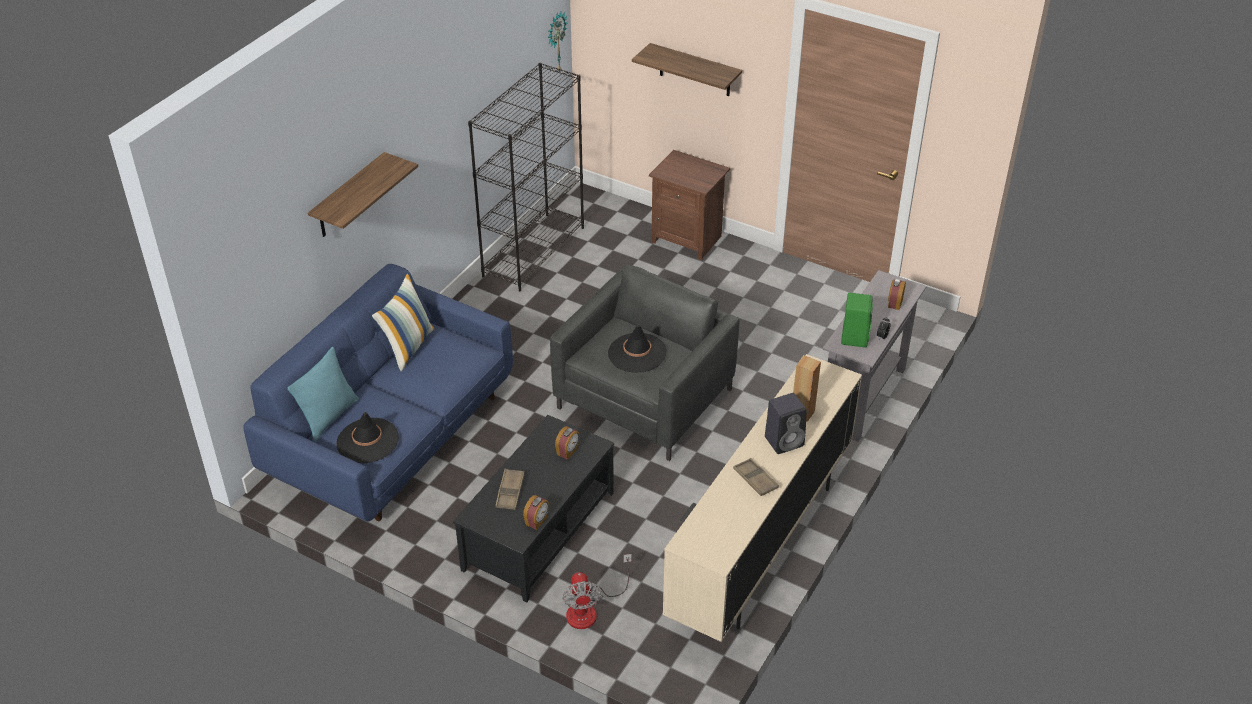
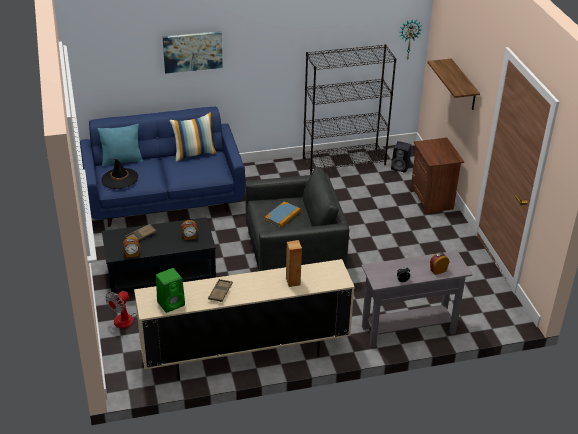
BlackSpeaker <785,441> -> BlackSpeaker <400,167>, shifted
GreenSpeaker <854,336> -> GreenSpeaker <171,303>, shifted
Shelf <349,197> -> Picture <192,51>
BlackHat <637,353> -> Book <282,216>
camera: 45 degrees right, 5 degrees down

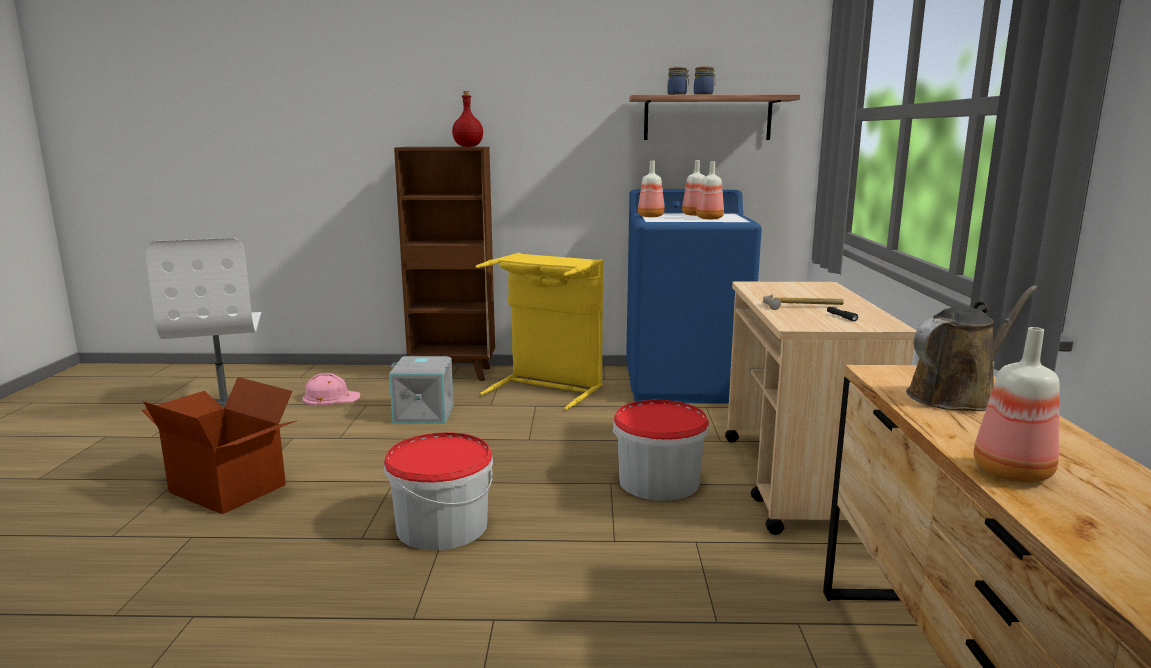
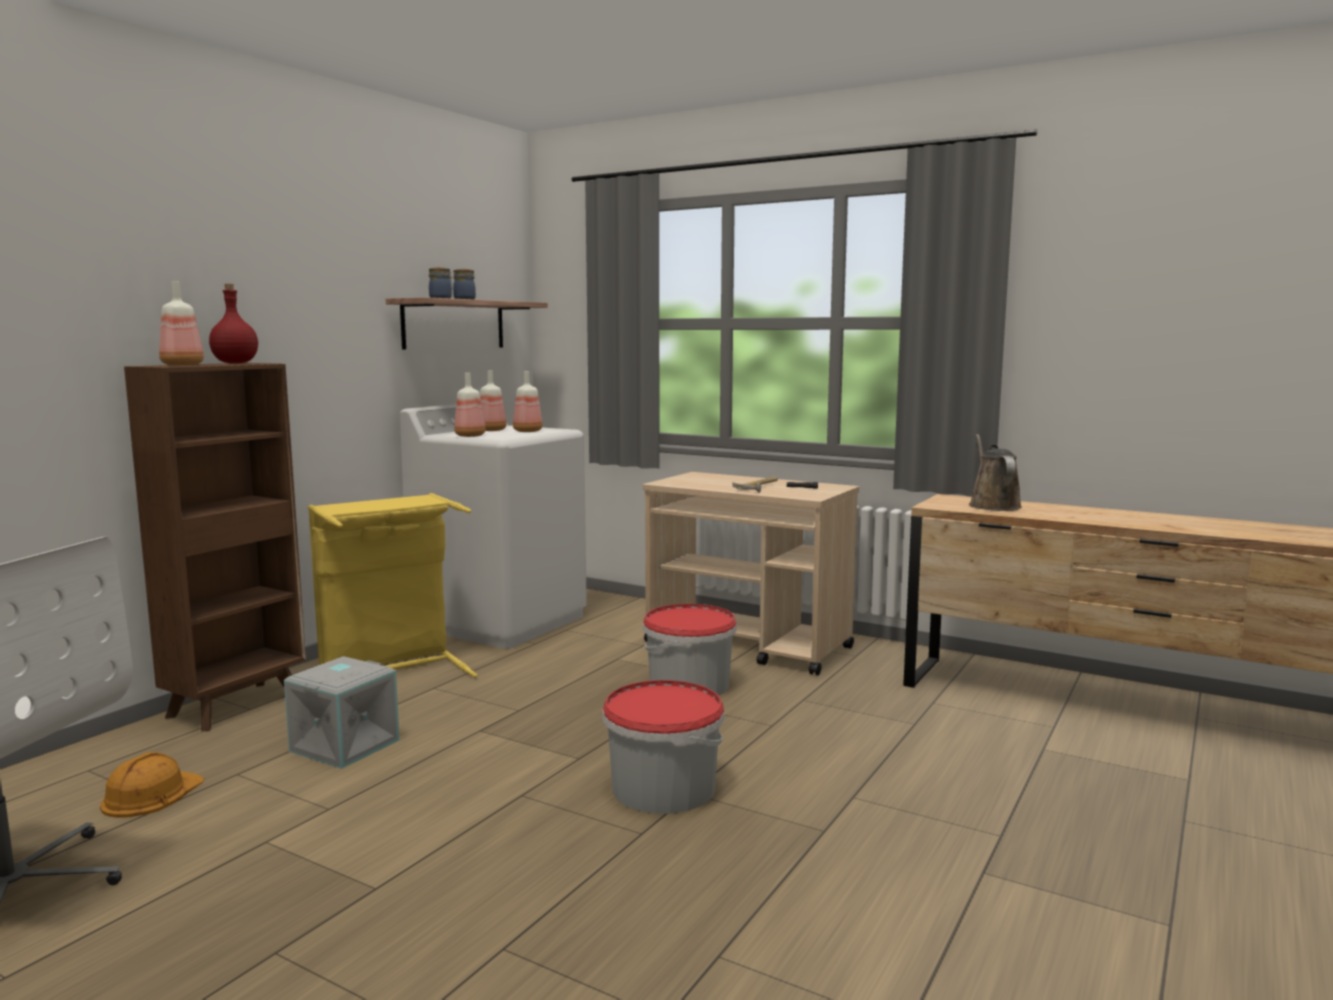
CardboardBox <229,488> -> none
Bottle <1013,473> -> Bottle <183,365>, shifted
PinkHardHat <330,397> -> OrangeHardHat <151,794>
BlueWashingMachine <685,384> -> WhiteWashingMachine <500,621>
camera: 60 degrees left, 5 degrees down

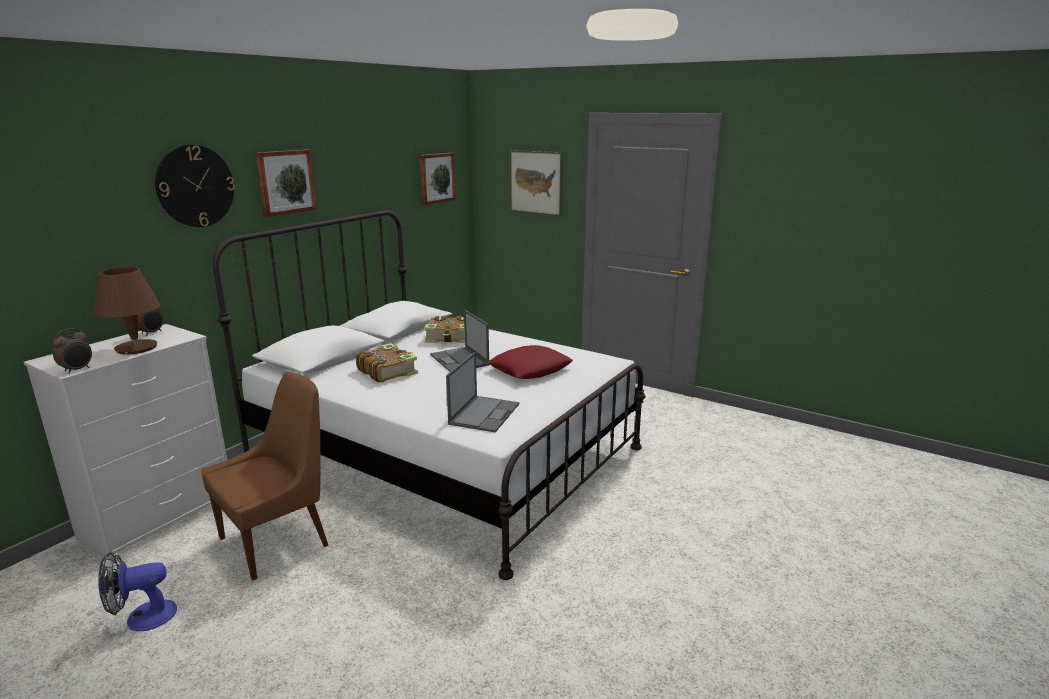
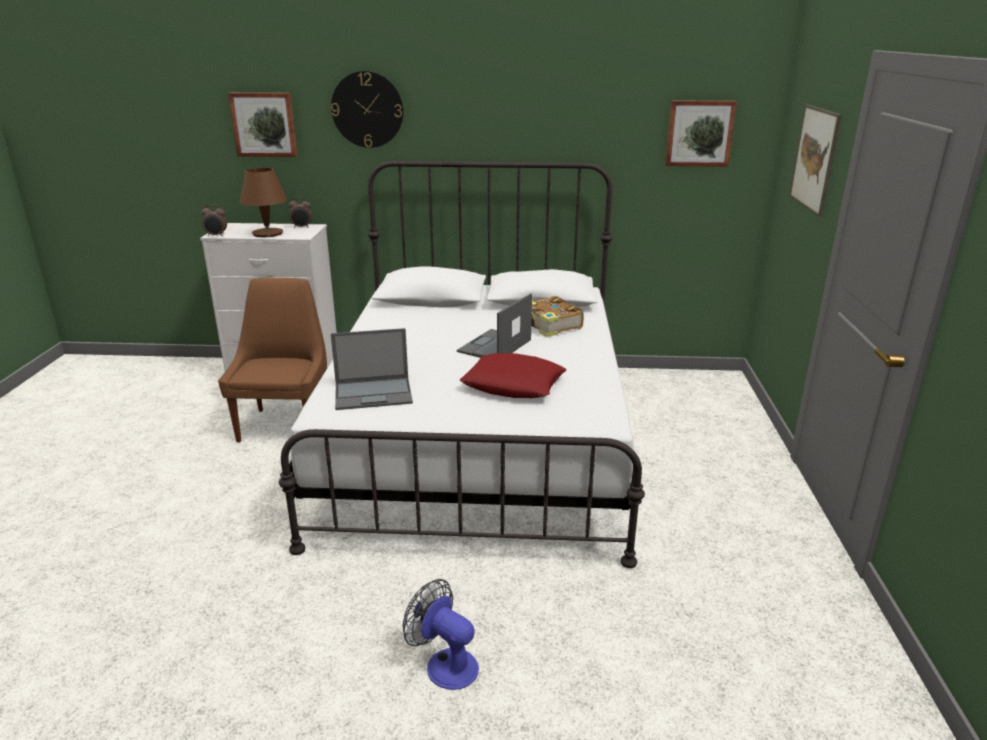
Book <387,371> -> none
Fan <142,618> -> Fan <444,664>, shifted
Picture <285,182> -> Picture <264,124>, shifted
BrownChair <278,540> -> BrownChair <286,424>, 105 degrees counterclockwise
camera: 60 degrees right, 5 degrees up

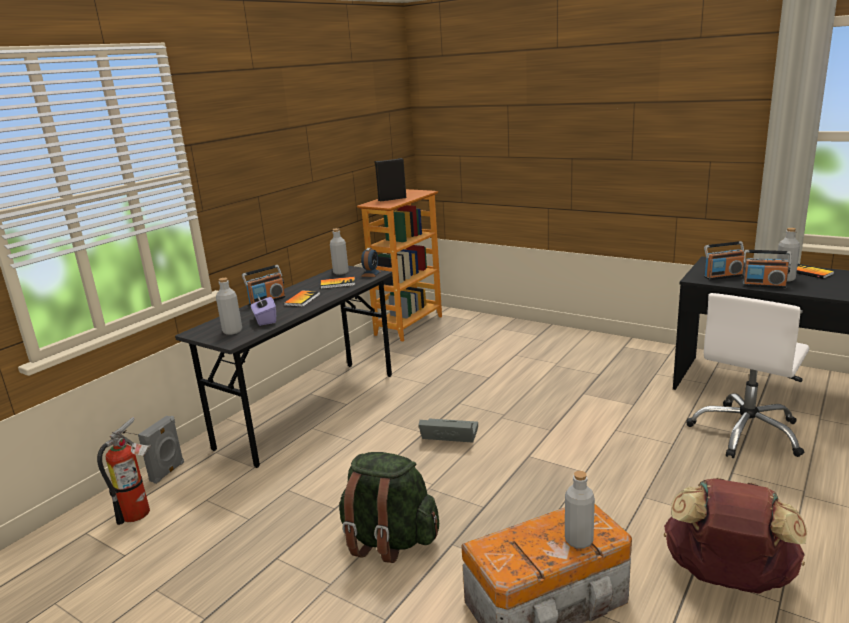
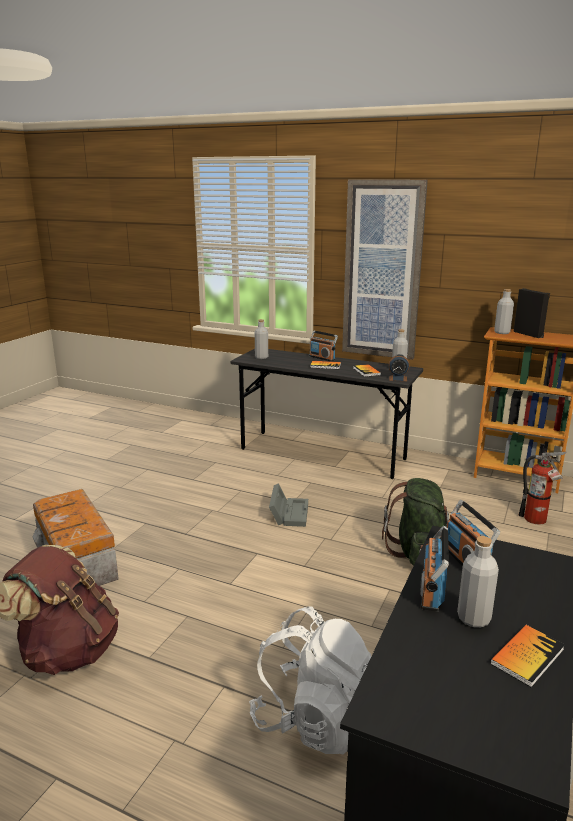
GreySpeaker <168,472> -> none
PurpleTissueBox <265,320> -> none
none -> Picture <382,271>
FireExtinguisher <140,512> -> FireExtinguisher <538,520>, shifted
GreenBackpack <389,540> -> GreenBackpack <418,552>, shifted
GreyBottle <578,540> -> GreyBottle <502,332>, shifted
WhiteOfficeChair <746,432> -> WhiteBackpack <315,719>
camera: 80 degrees right, 0 degrees up

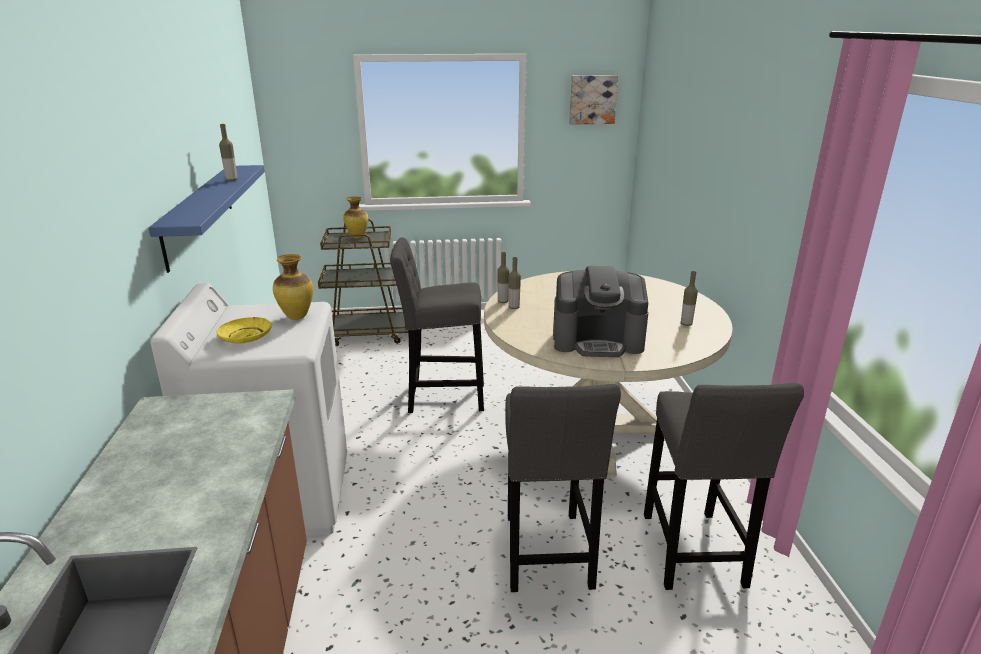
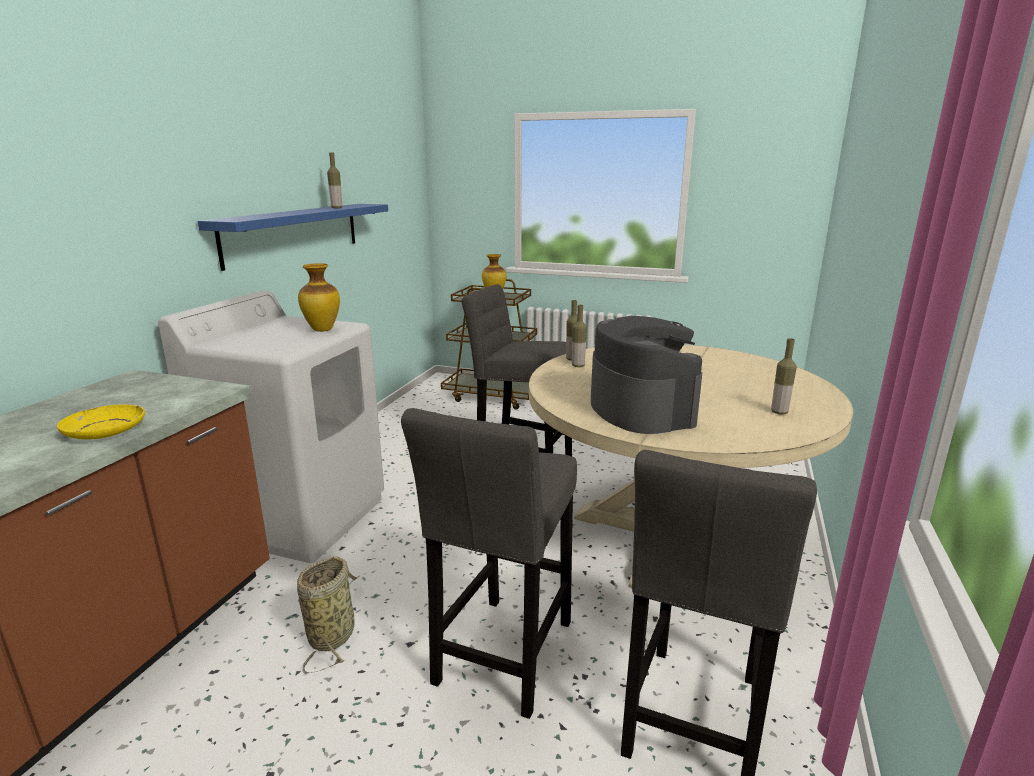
Picture <592,99> -> none
none -> Basket <333,634>
YellowPlate <245,337> -> YellowPlate <104,431>, shifted
CoffeeMachine <598,340> -> CoffeeMachine <640,409>, 135 degrees counterclockwise
camera: 25 degrees right, 5 degrees down

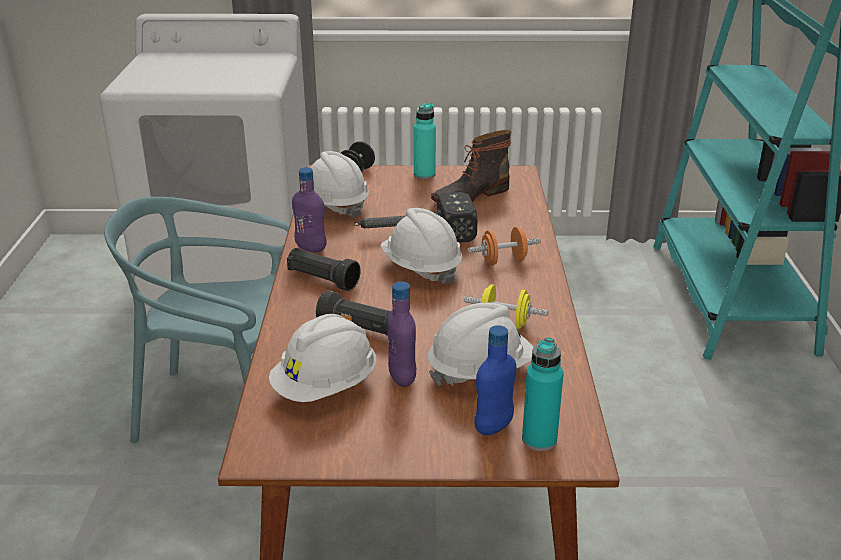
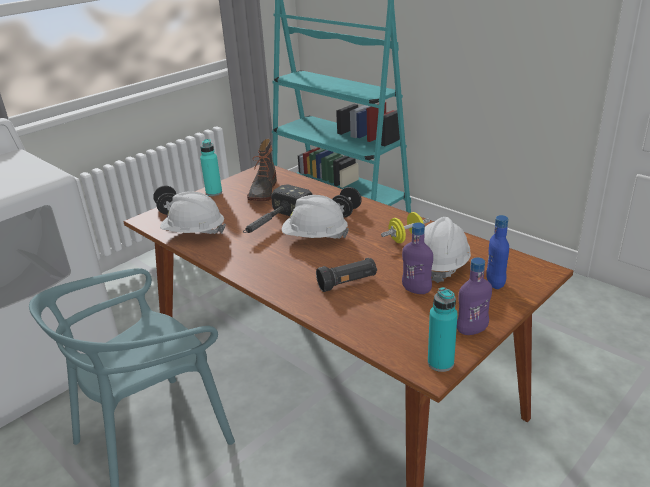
WhiteHardHat <326,387> -> none
BlackFlashlight <322,280> -> none
PurpleBottle <311,248> -> PurpleBottle <472,330>, shifted
TurquoiseBottle <539,440> -> TurquoiseBottle <440,363>, shifted
OrangeDumbbell <503,261> -> BlackDumbbell <346,212>
camera: 45 degrees left, 0 degrees up

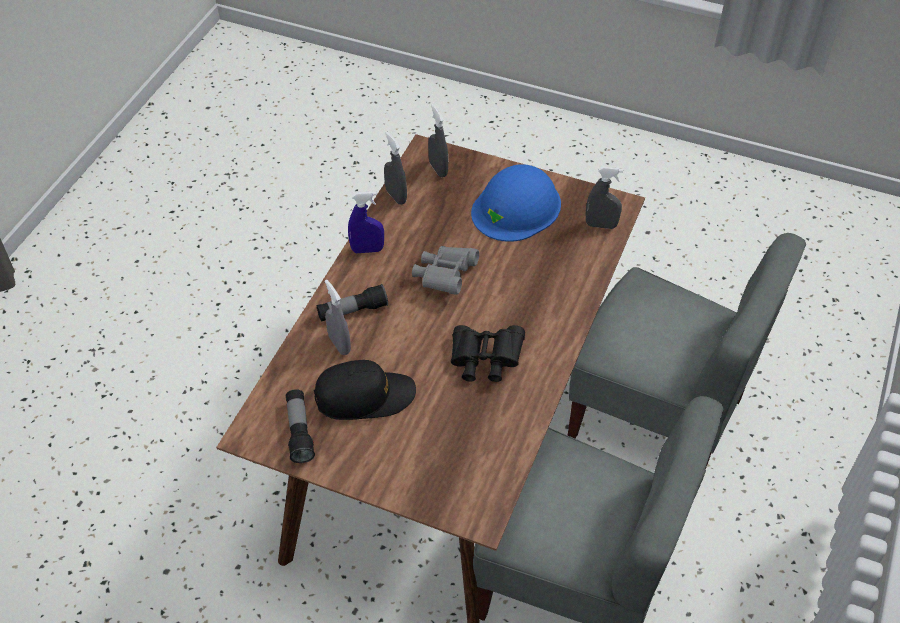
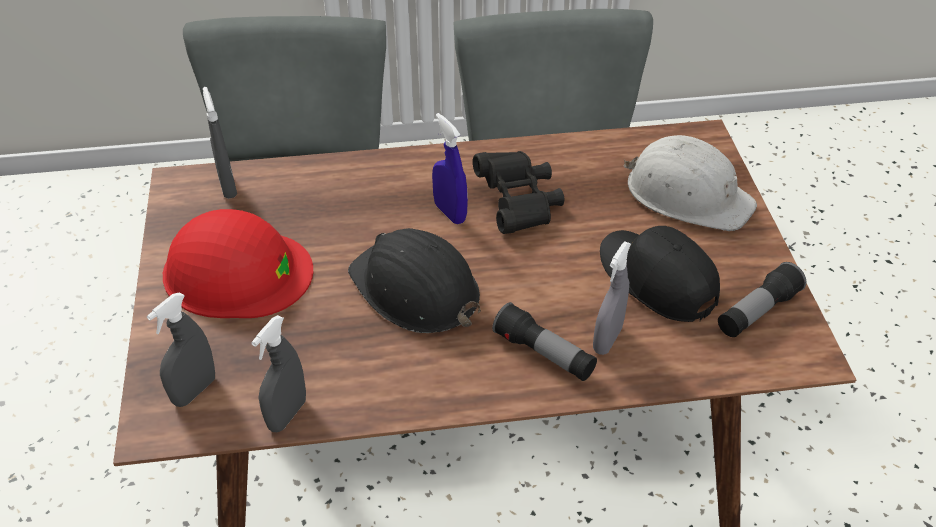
none -> WhiteHardHat <687,194>
BlueSprayBottle <367,250> -> BlueSprayBottle <450,212>, shifted
GreyBinoculars <445,277> -> BlackHardHat <415,289>
BlueHardHat <516,207> -> RedHardHat <237,271>
camera: 120 degrees left, 5 degrees down

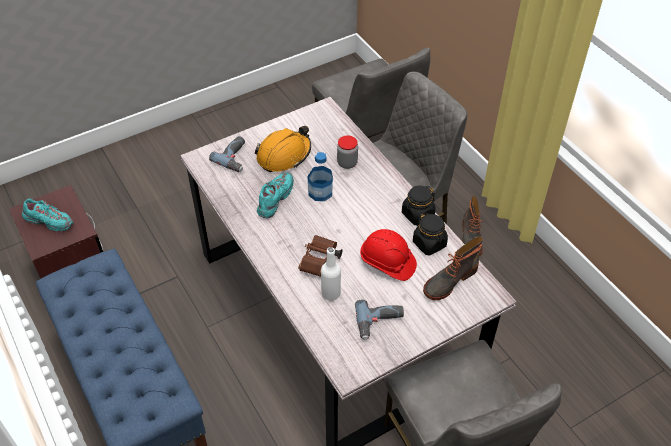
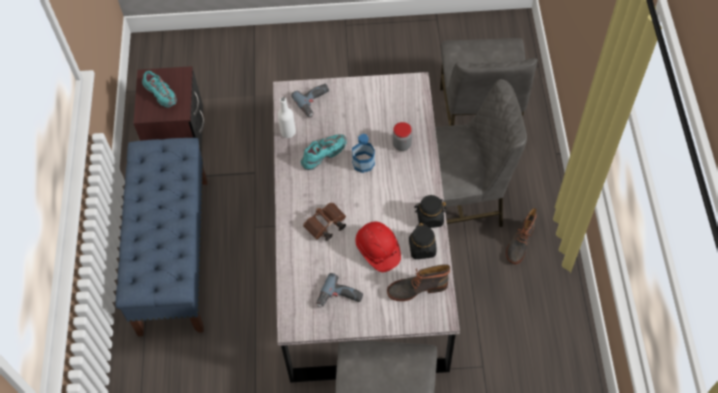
OrangeHardHat <284,155> -> none
WhiteBottle <331,293> -> WhiteBottle <288,132>, shifted
camera: 30 degrees right, 10 degrees up

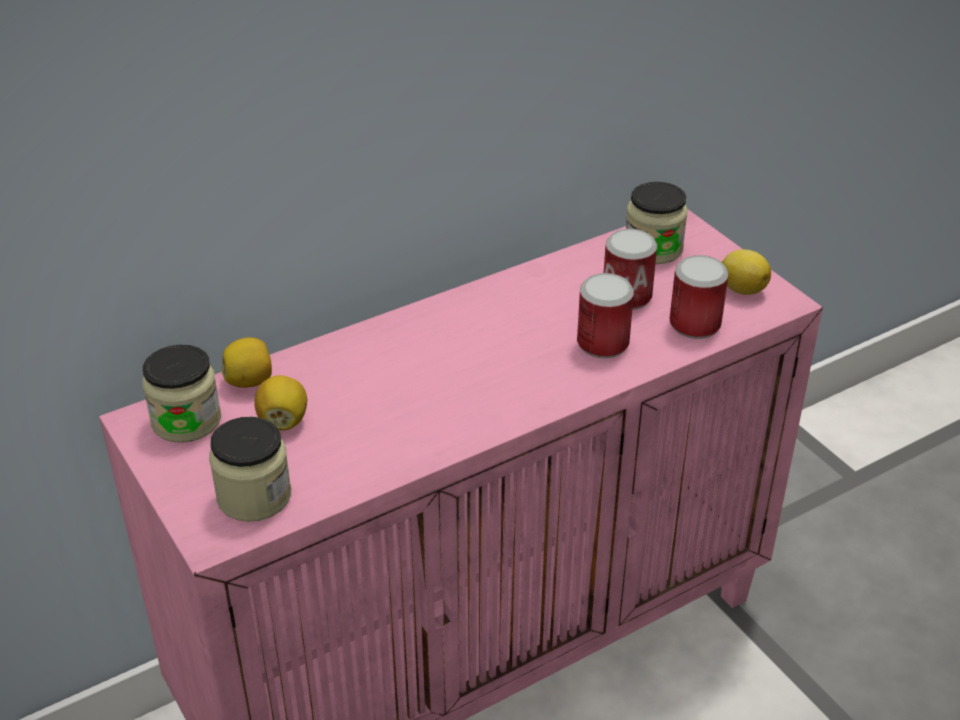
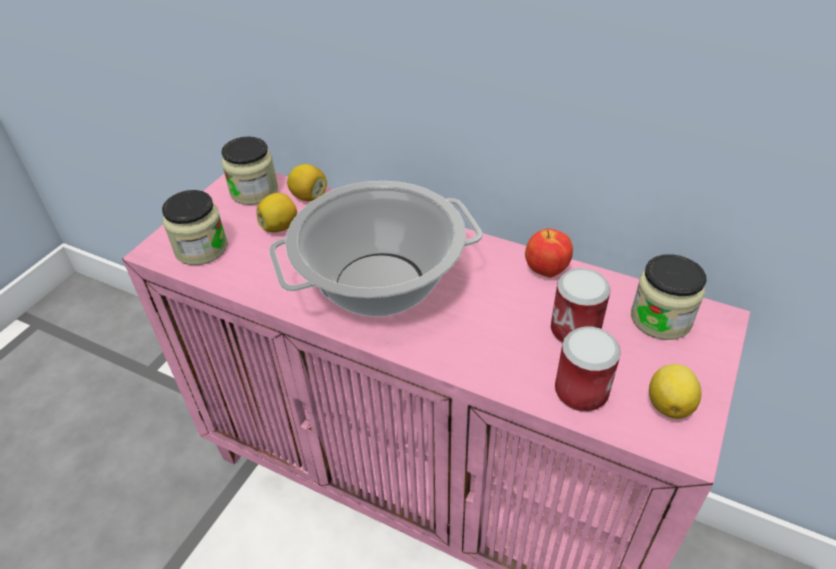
Can <602,343> -> none
none -> CookingPot <380,284>
none -> Apple <545,271>
camera: 60 degrees right, 5 degrees up

